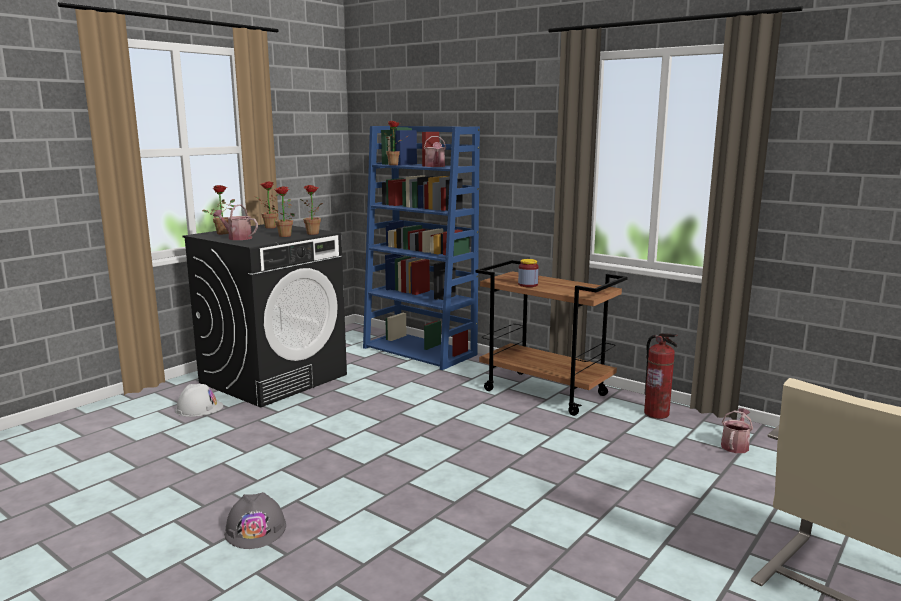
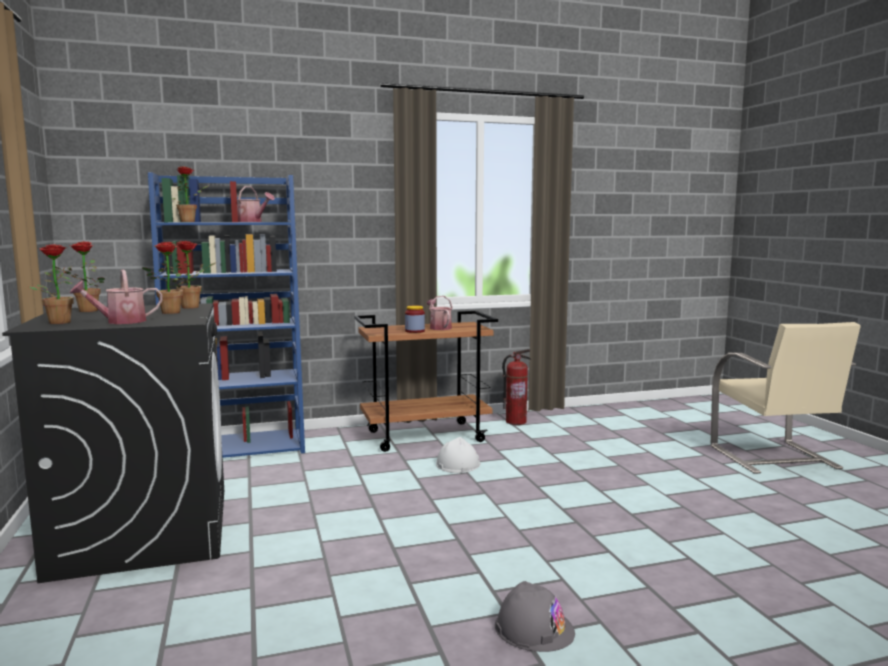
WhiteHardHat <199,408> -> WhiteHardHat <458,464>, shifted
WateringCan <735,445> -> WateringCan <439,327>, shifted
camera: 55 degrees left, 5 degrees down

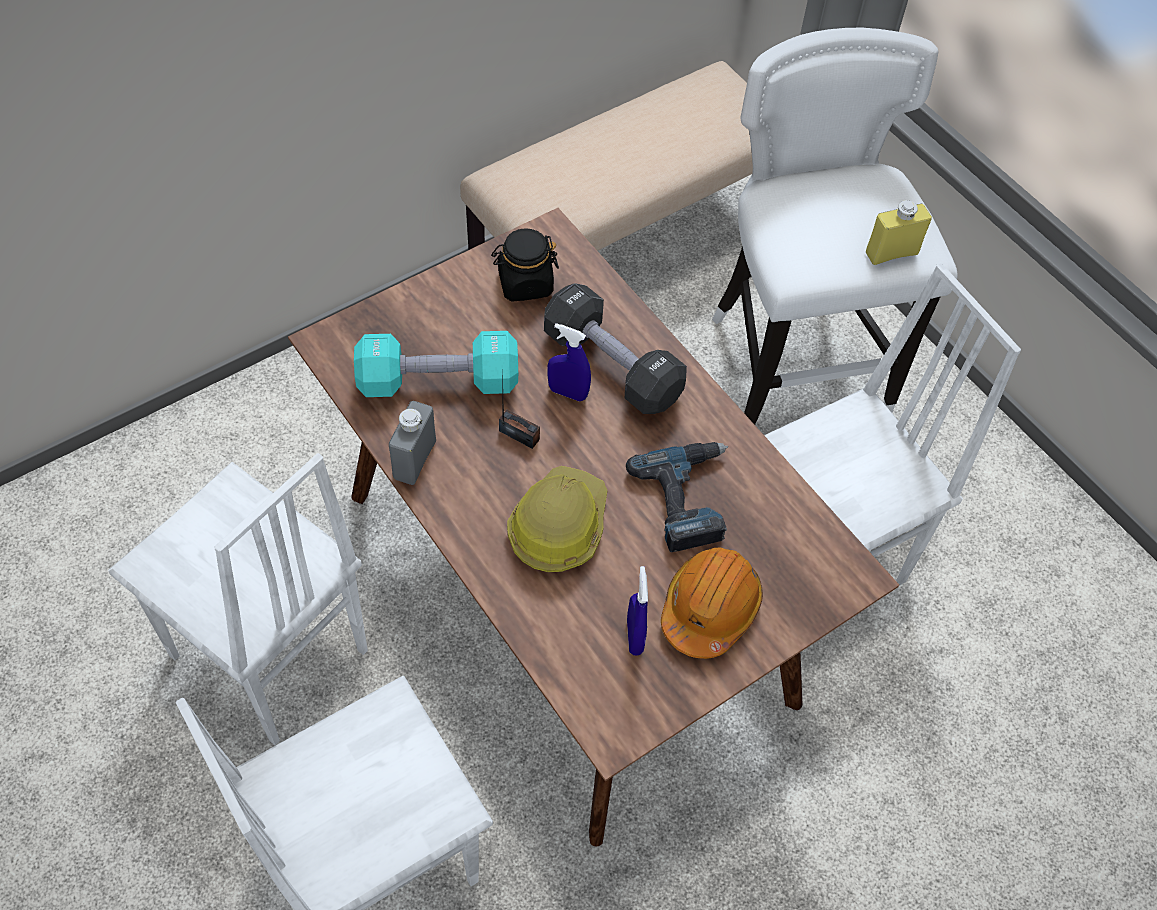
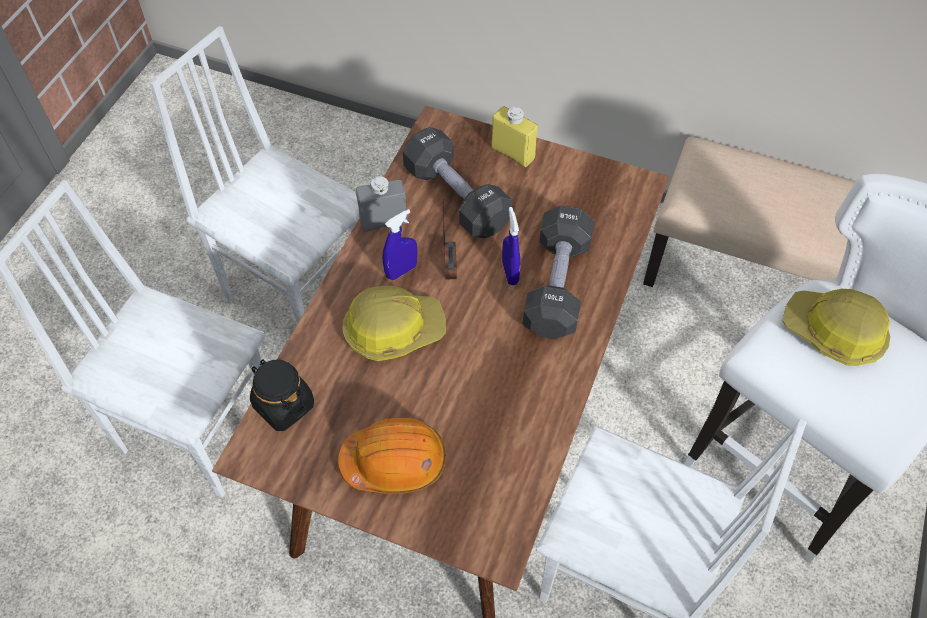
PowerDrill <689,499> -> none
none -> HardHat <834,333>
BlackJar <525,283> -> BlackJar <283,405>, shifted
BlueSprayBottle <634,636> -> BlueSprayBottle <401,271>, shifted
YellowBottle <891,253> -> YellowBottle <513,153>, shifted
TurquoiseDumbbell <438,381> -> BlackDumbbell <456,197>
WhiteChair <268,656> -> WhiteChair <298,289>, 120 degrees clockwise
camera: 60 degrees right, 0 degrees up

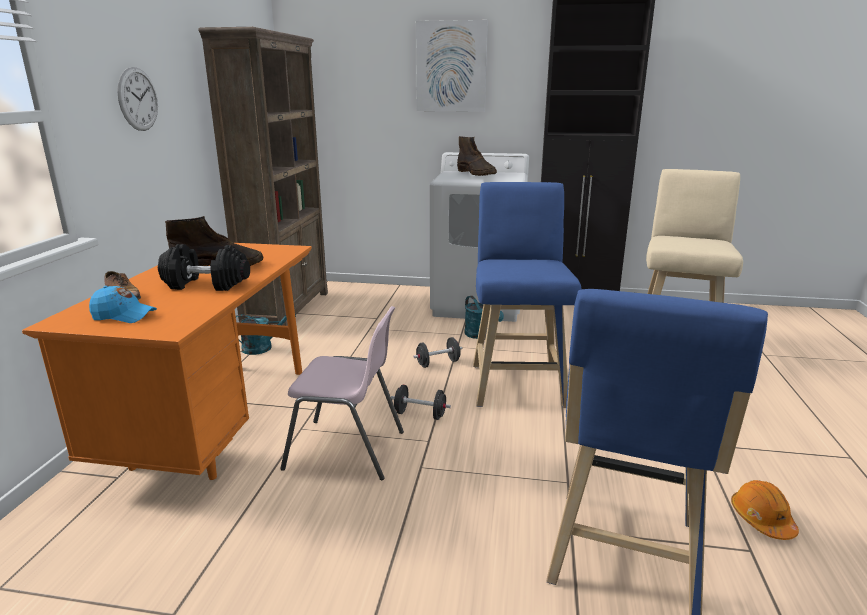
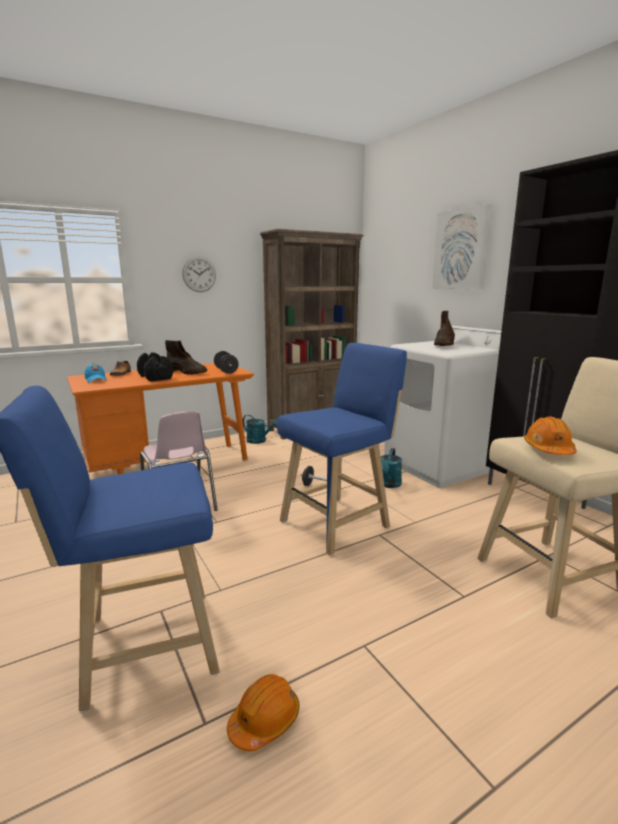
none -> OrangeHardHat <548,449>
BlackDumbbell <420,414> -> BlackDumbbell <226,371>, shifted
camera: 50 degrees right, 5 degrees down

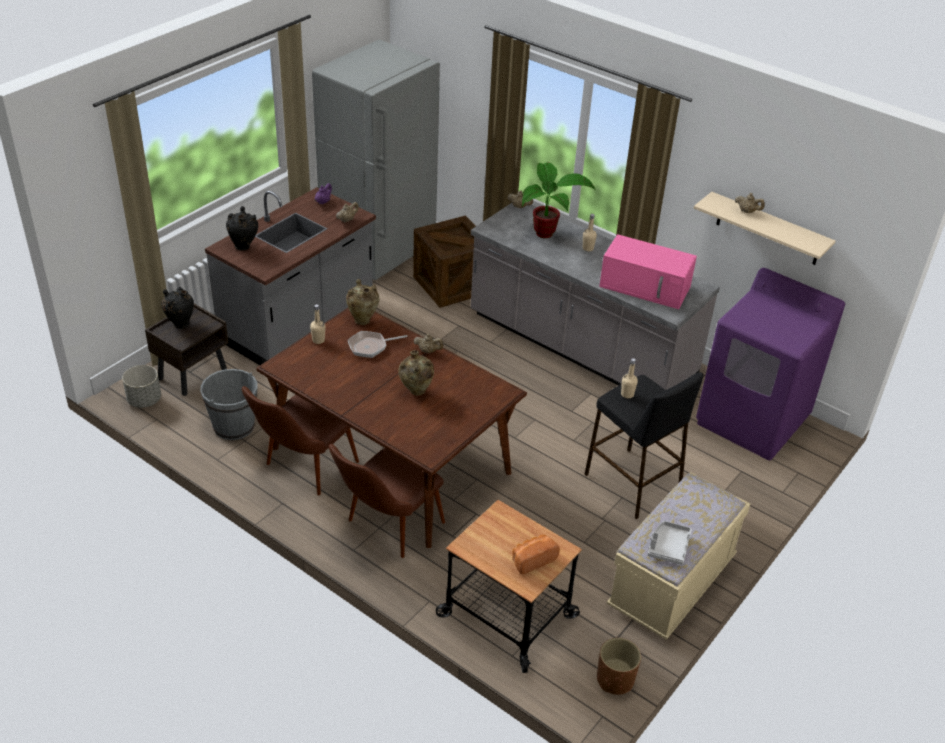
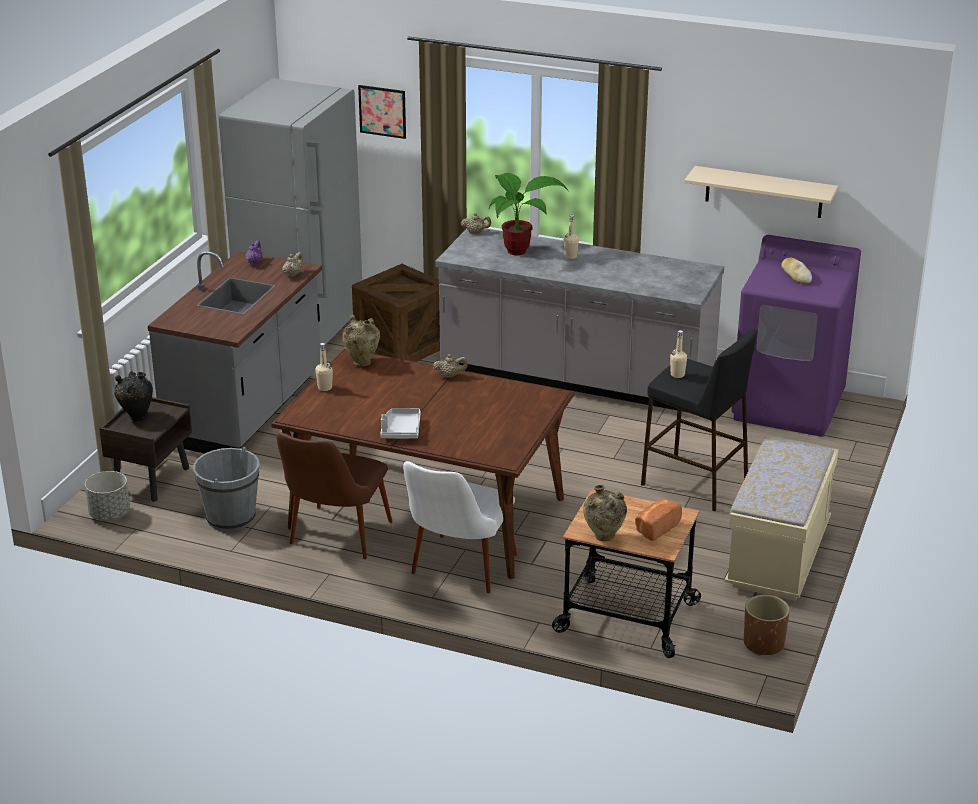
BlackVase <244,246> -> none
FryingPan <370,347> -> none
PinkMicrowave <646,287> -> none
BeigeTeapot <747,211> -> none
none -> Picture <382,111>
none -> Bread <796,275>
BeigeVase <416,392> -> BeigeVase <604,538>, shifted
GreyTray <668,547> -> GreyTray <400,430>, shifted
BrownChair <385,530> -> WhiteChair <457,573>
camera: 15 degrees left, 10 degrees down

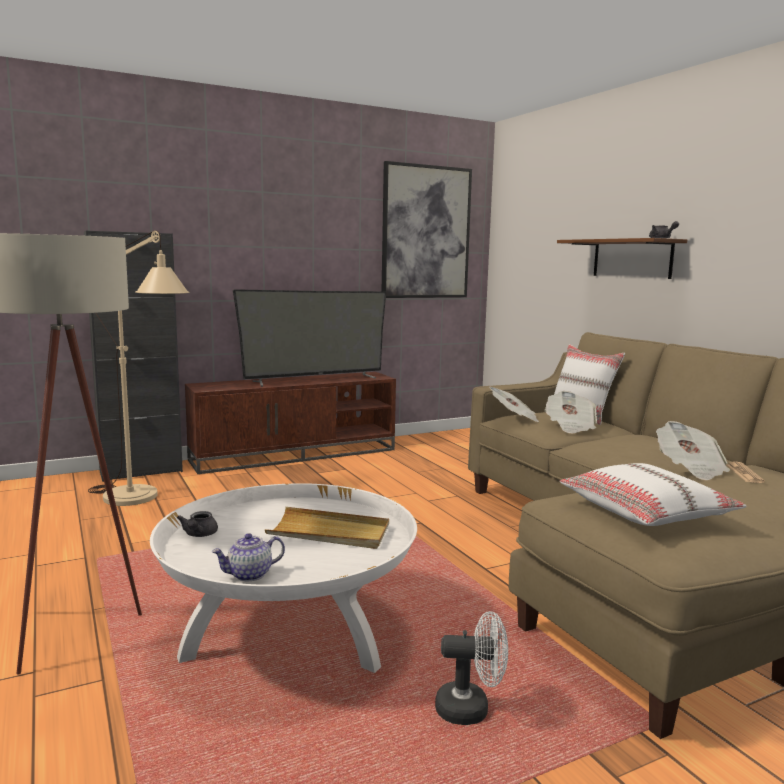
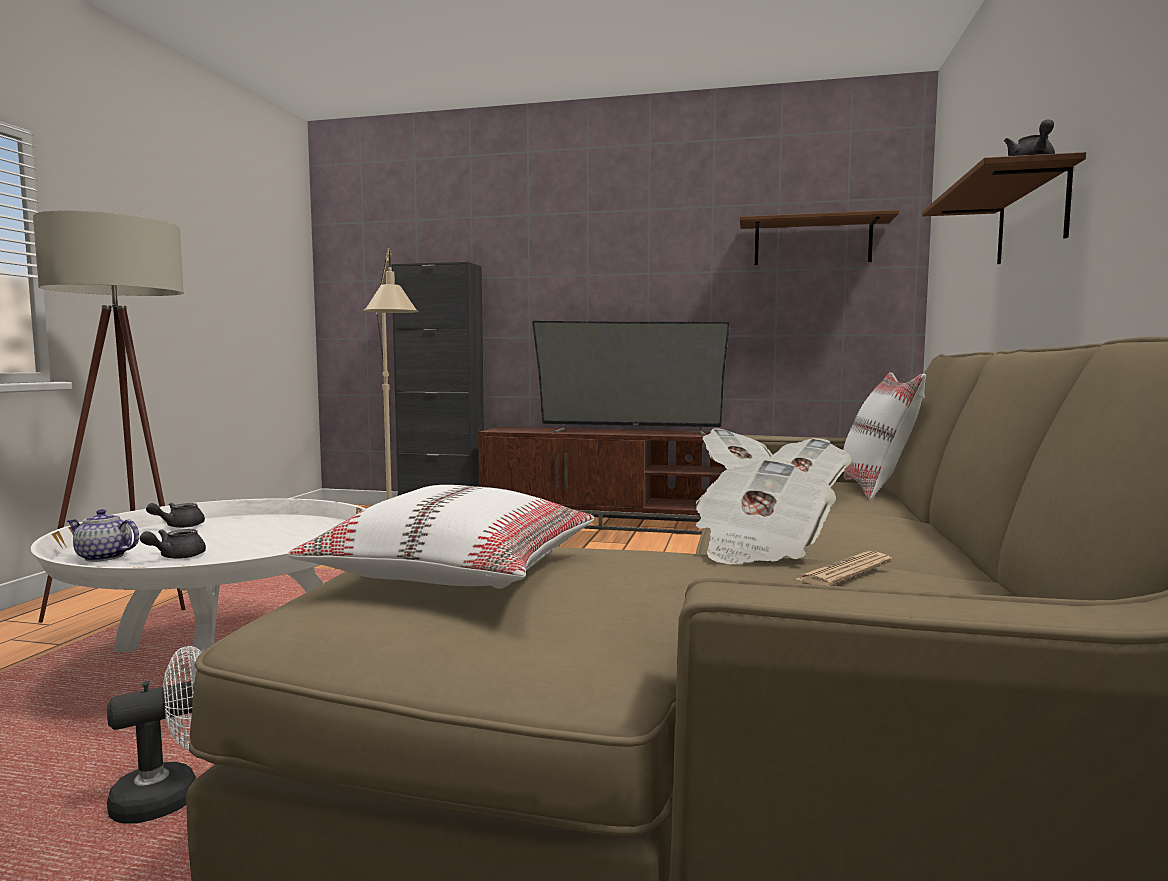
BeigeTray <329,533> -> none
none -> GreyTeapot <176,557>
Picture <426,232> -> BrownShelf <812,243>
WhiteFan <471,709> -> WhiteFan <170,796>, 75 degrees counterclockwise
camera: 40 degrees right, 5 degrees down

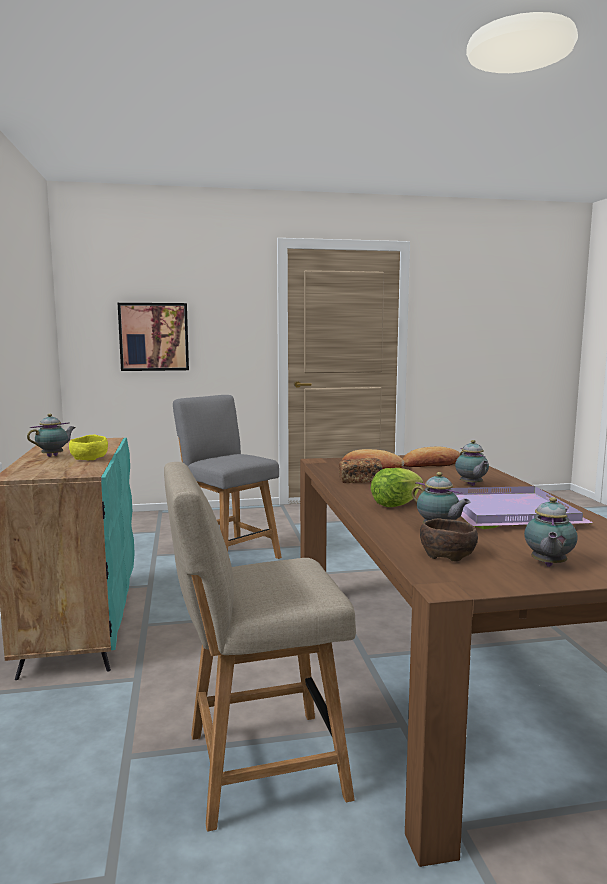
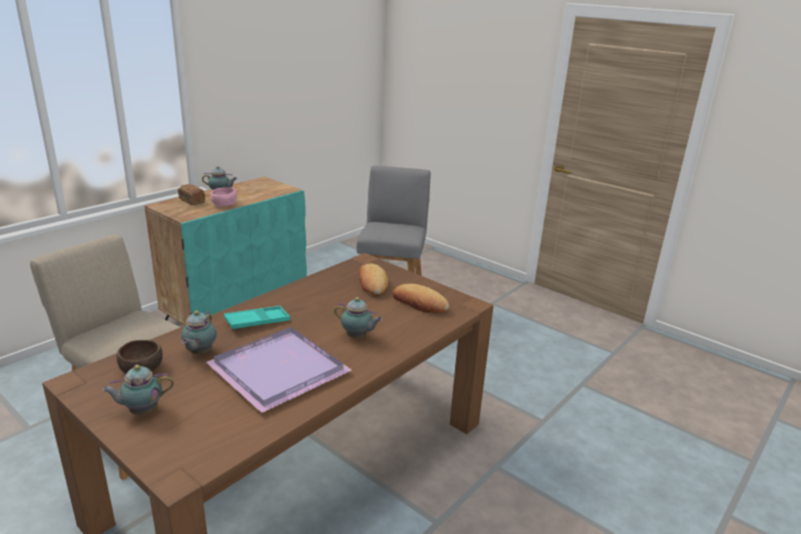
Picture <154,337> -> none
Bread <360,480> -> Bread <191,200>, shifted
Lettuce <395,504> -> TurquoiseTray <257,321>
YellowBowl <89,459> -> PinkBowl <223,204>
Teapot <471,485> -> Teapot <357,337>, 105 degrees counterclockwise
camera: 50 degrees right, 15 degrees up

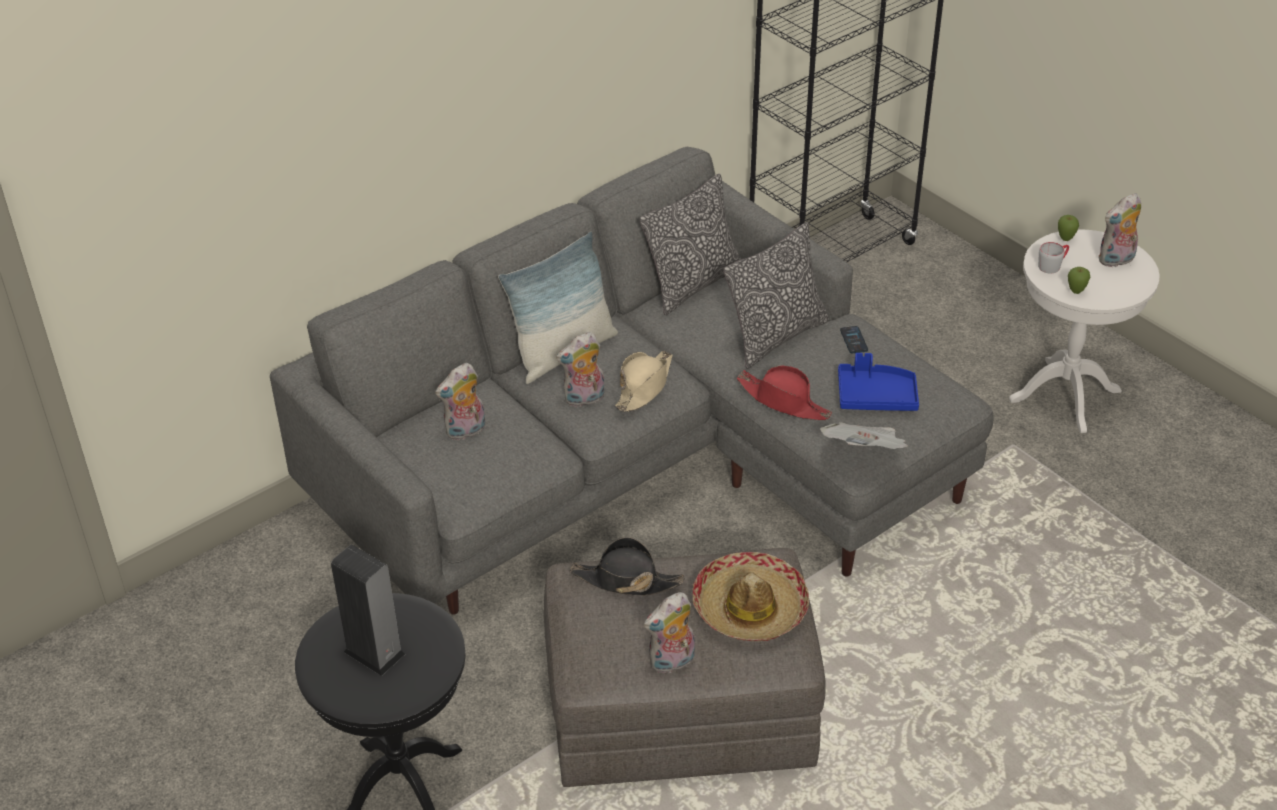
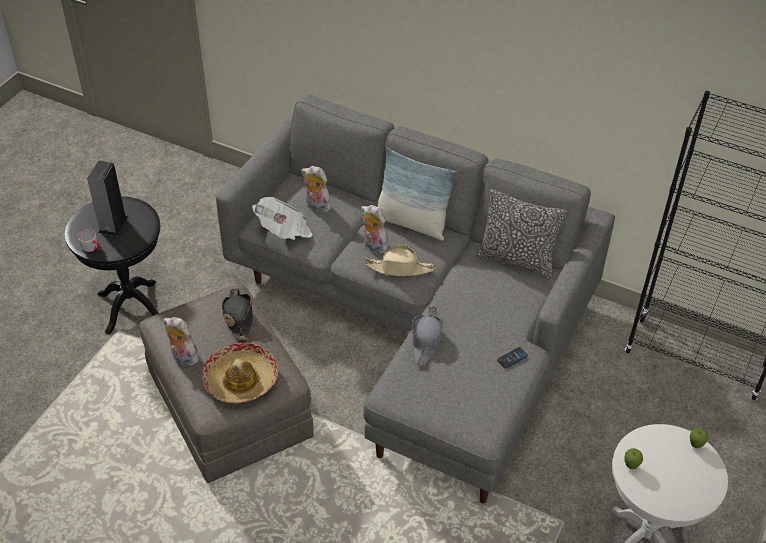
Pillow <776,337> -> none
BlueTray <876,396> -> none
PlushToy <1116,260> -> none
Newspaper <865,453> -> Newspaper <284,230>, shifted
GreyMug <1052,265> -> GreyMug <93,248>, shifted
RedHat <784,401> -> GreyHat <426,339>
camera: 65 degrees right, 5 degrees up

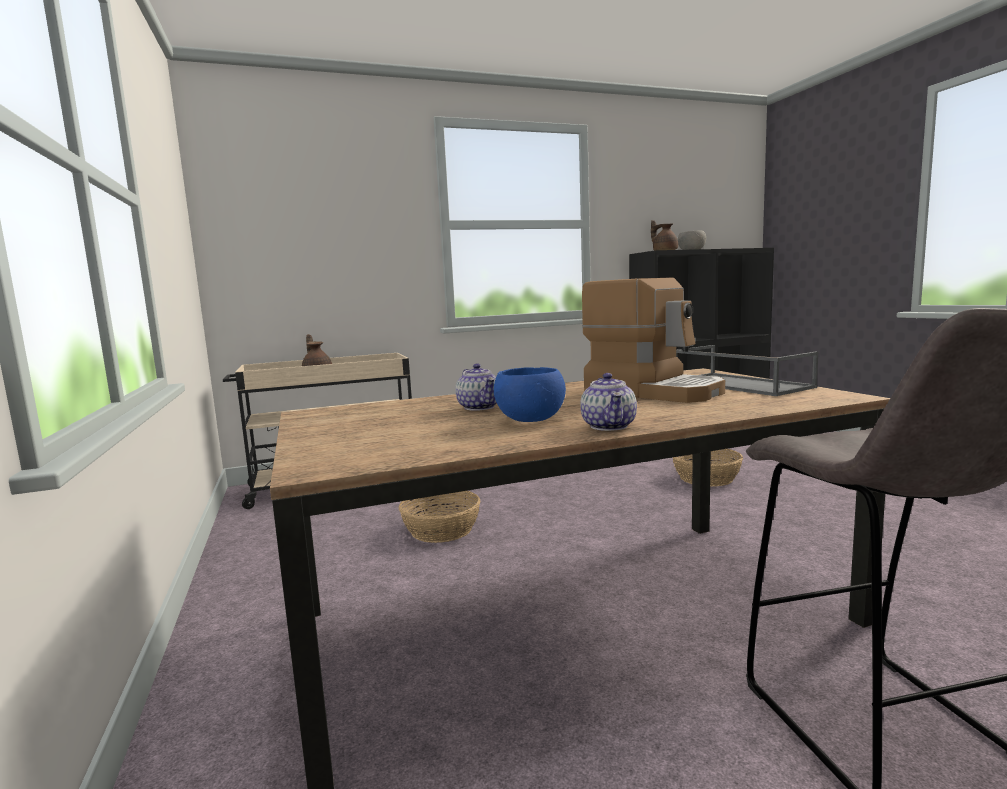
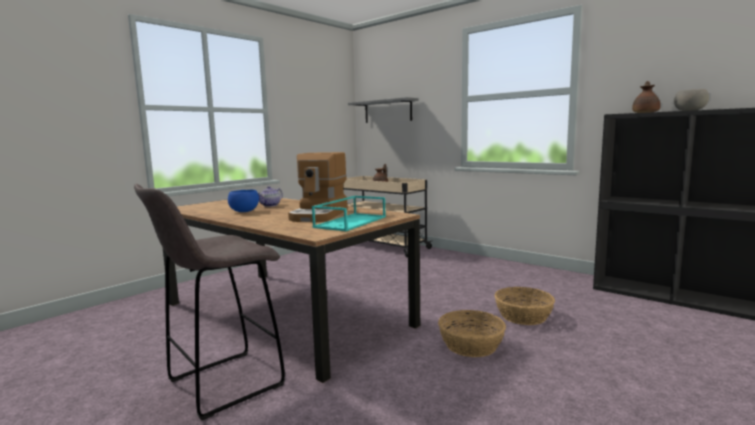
Teapot <609,426> -> none
none -> GreyShelf <388,111>
Basket <442,530> -> Basket <471,345>, shifted
GreyTray <738,384> -> TurquoiseTray <350,222>
camera: 60 degrees right, 0 degrees up

